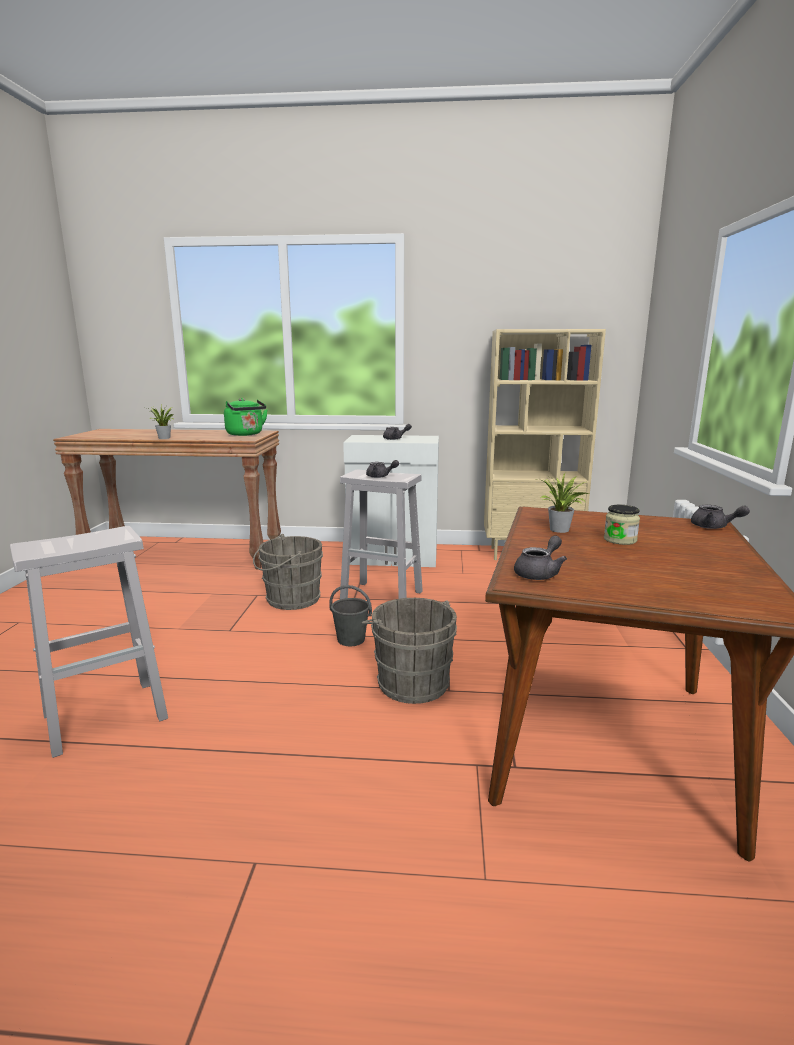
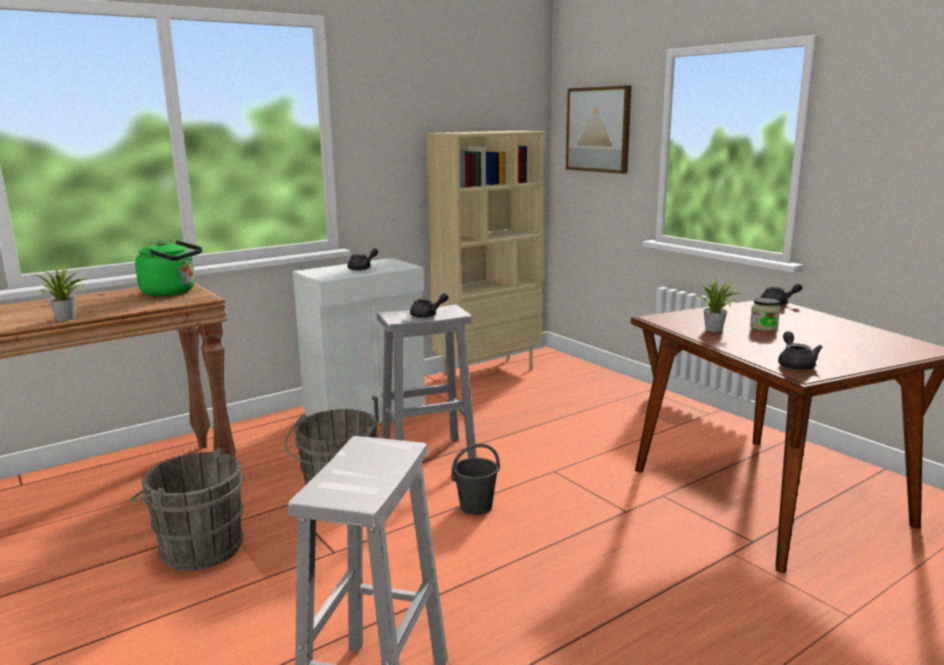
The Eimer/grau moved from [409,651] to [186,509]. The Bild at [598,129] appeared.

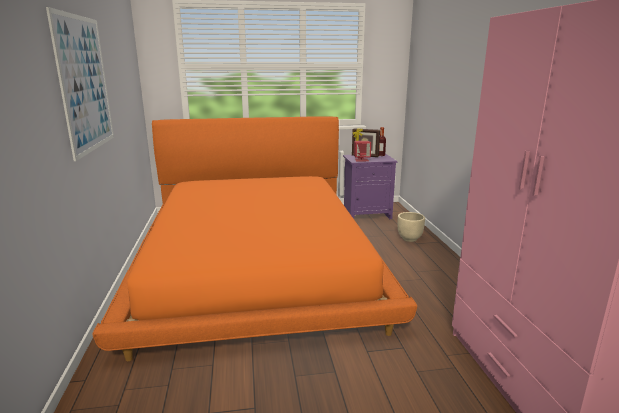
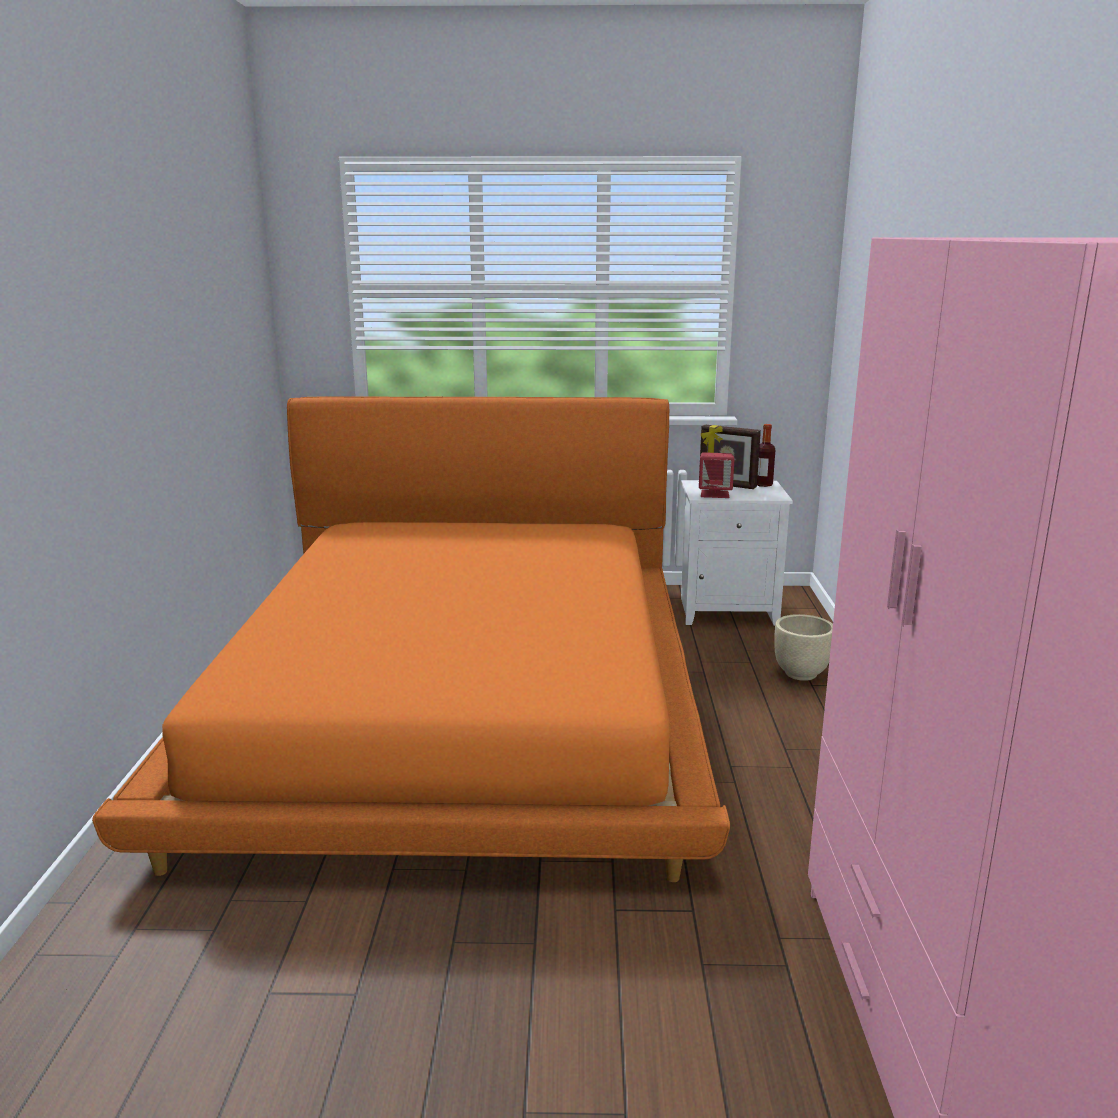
The Nachttisch/lila at [370,186] became the Nachttisch/weiß at [737,553]. The Bild at [80,84] disappeared.

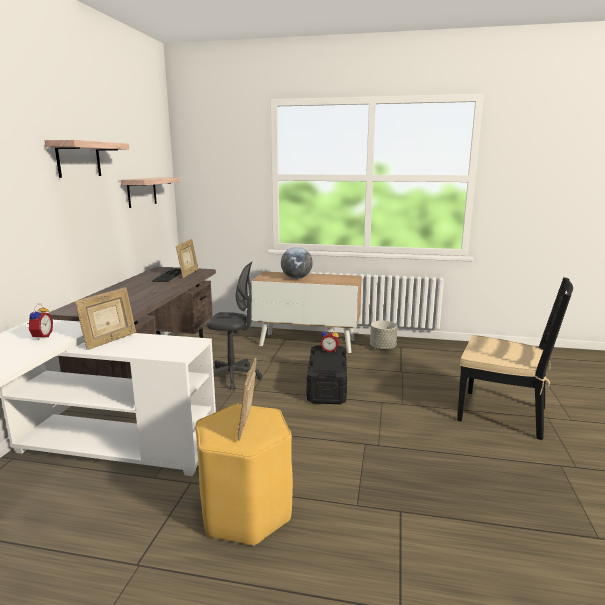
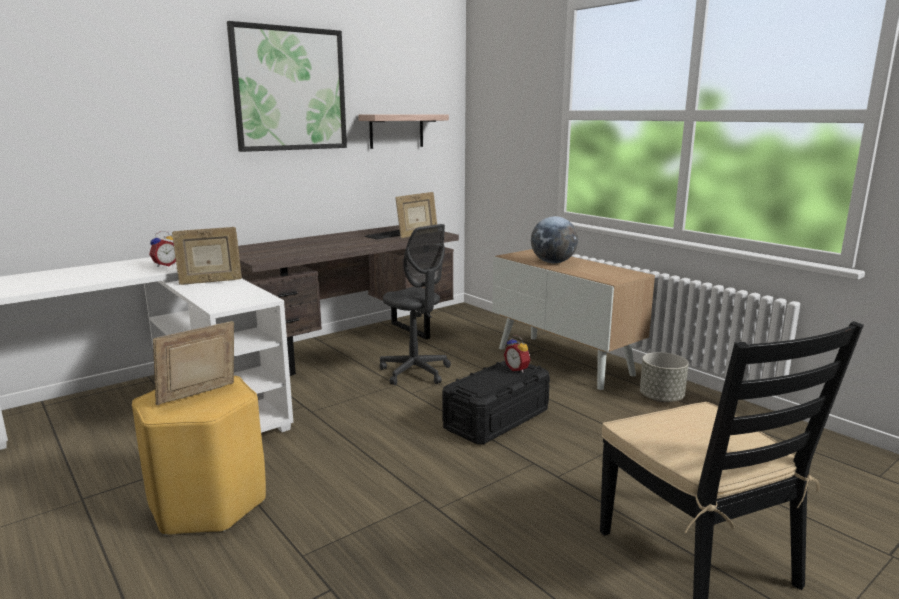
The Wandregal at [87,159] was replaced by the Bild at [287,86].

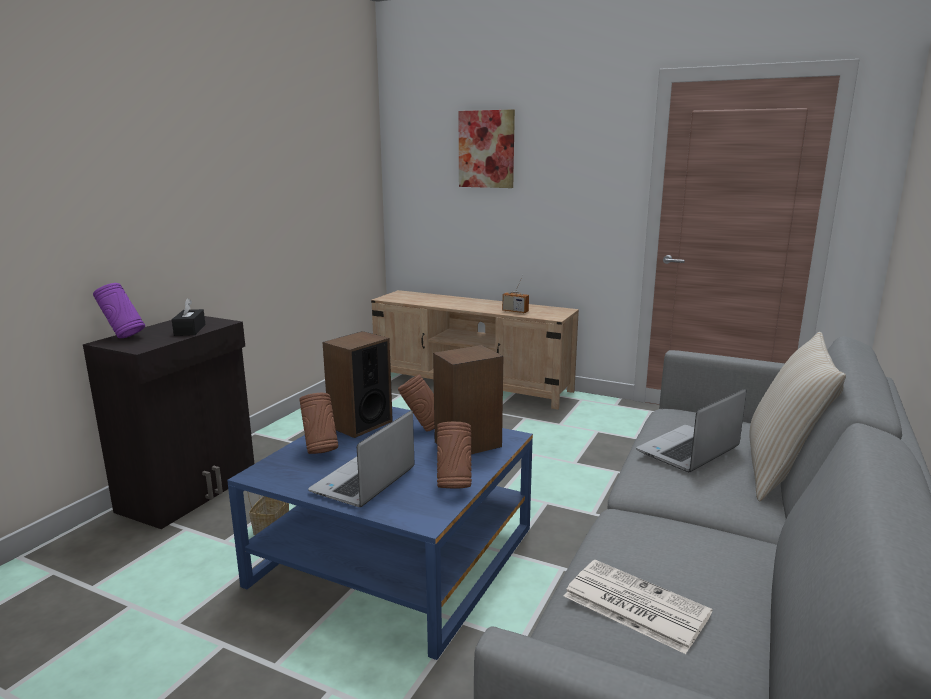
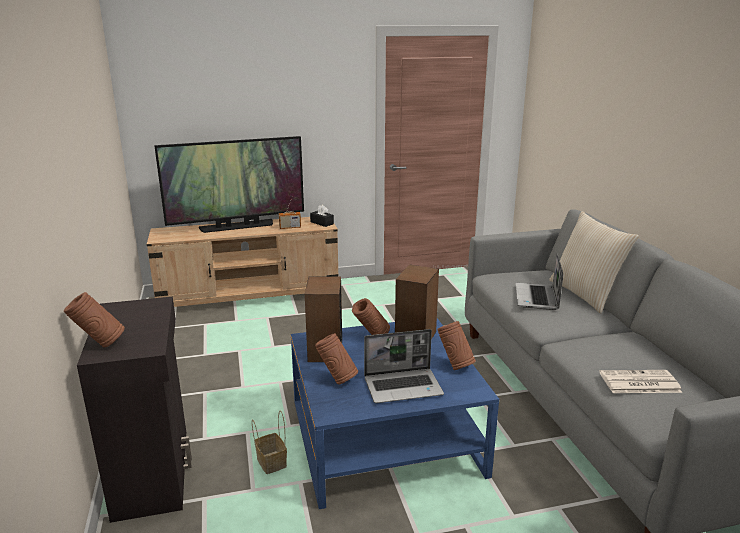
The Vase/lila at [119,310] became the Vase/braun at [94,319]. The Fernseher at [229,184] appeared. The Taschentuchbox/schwarz moved from [188,317] to [322,216]. The Laptop at [361,458] turned 90 degrees counterclockwise. The Bild at [487,149] disappeared.

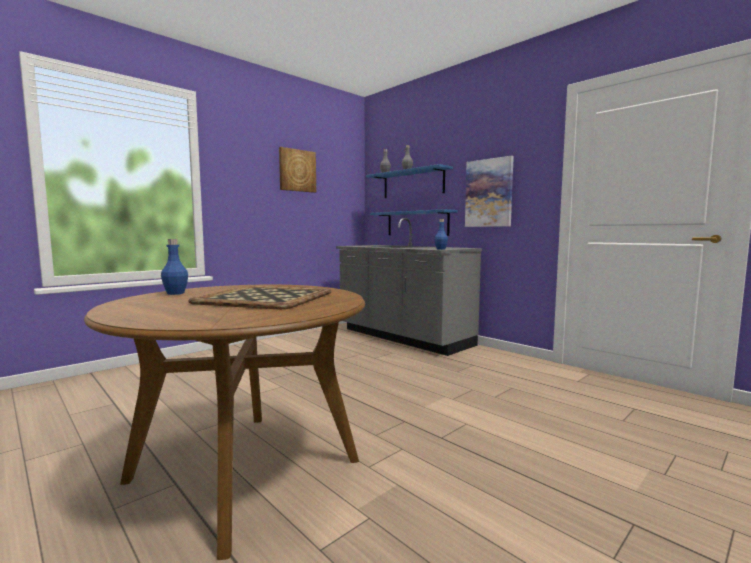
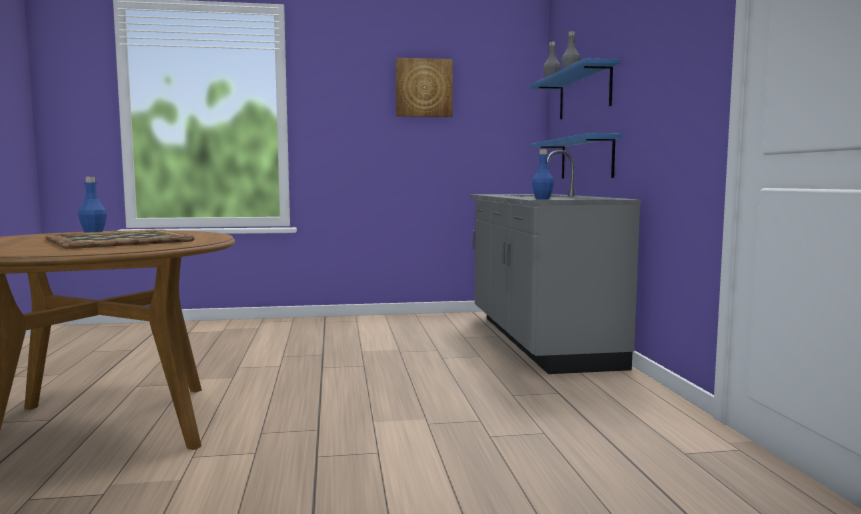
The Bild at [489,191] disappeared.

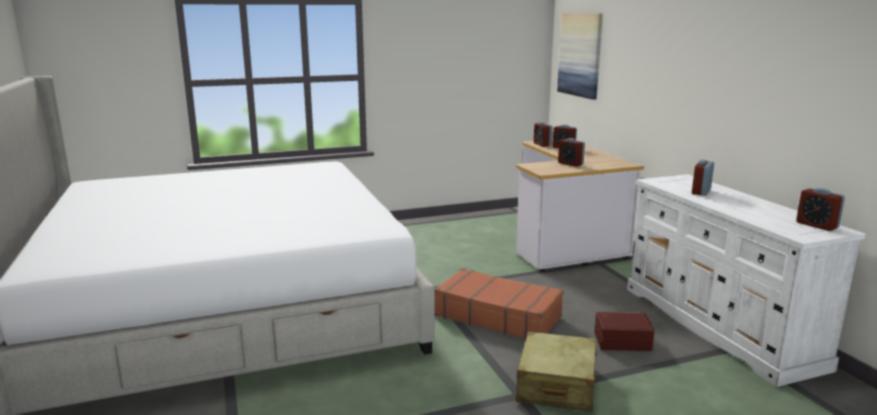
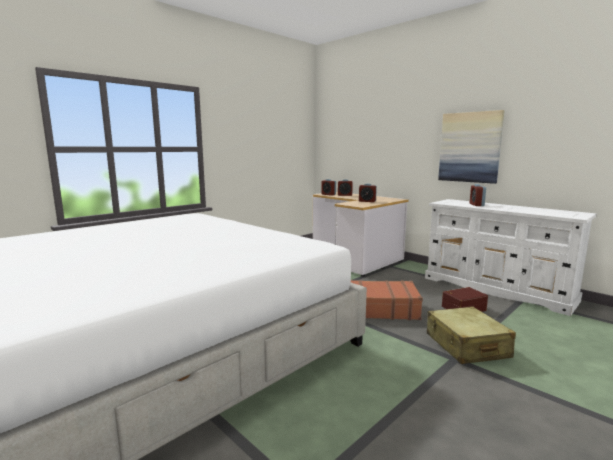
The Bild moved from [580,56] to [471,147]. The Wecker at [820,209] disappeared.

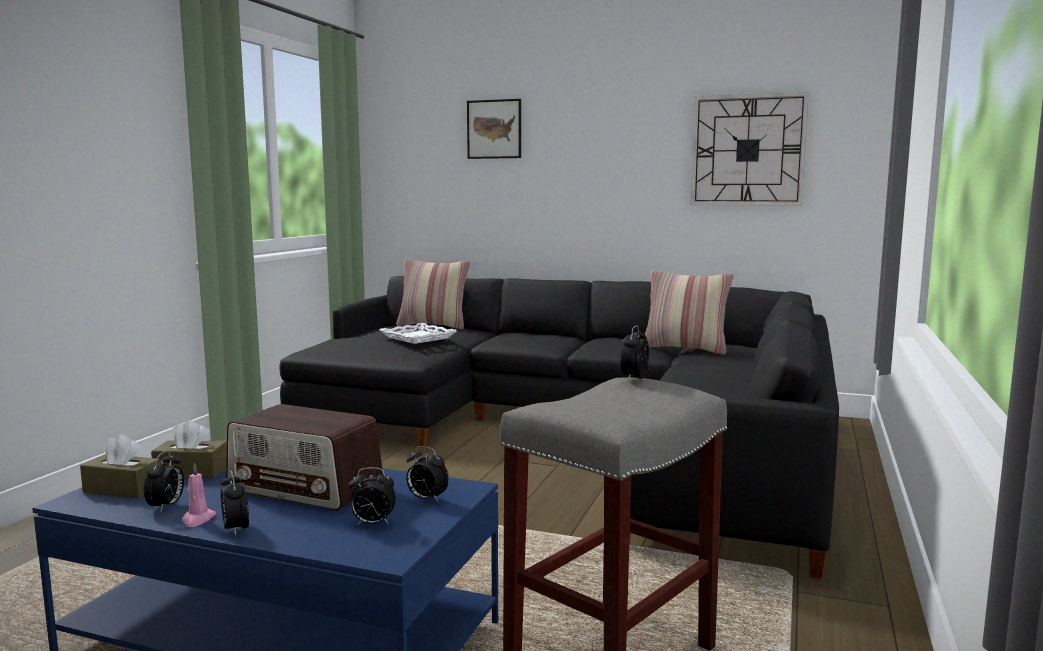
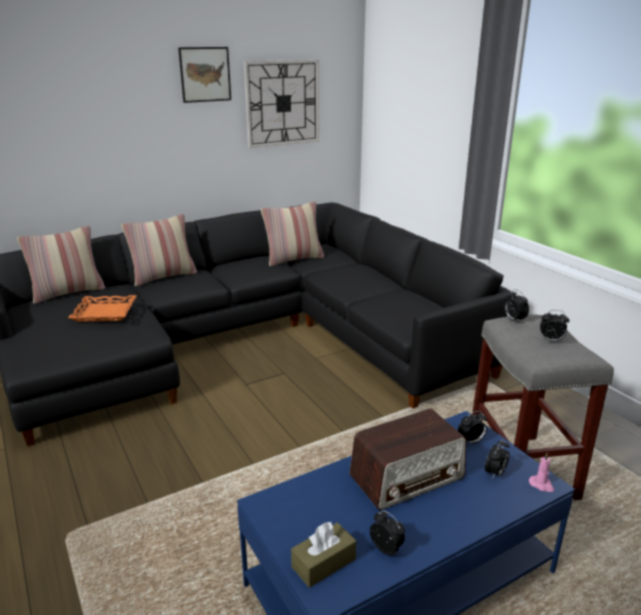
The Tablett/weiß at [418,333] became the Tablett/orange at [102,308]. The Kissen at [159,250] appeared. The Bild moved from [494,129] to [204,75]. The Kerze/rosa moved from [199,495] to [541,472]. The Wecker moved from [235,503] to [554,325]. The Taschentuchbox/braun at [189,449] disappeared.

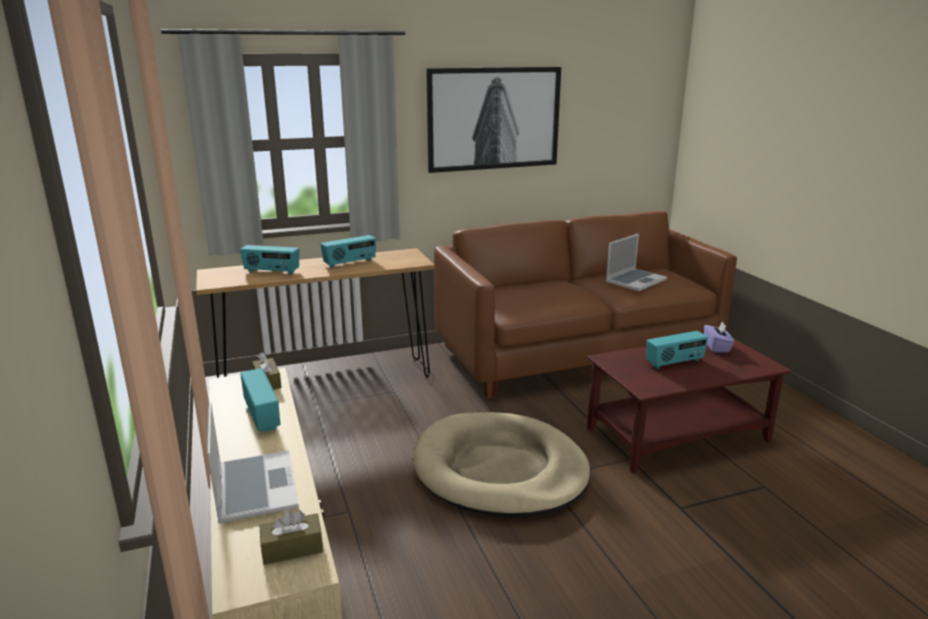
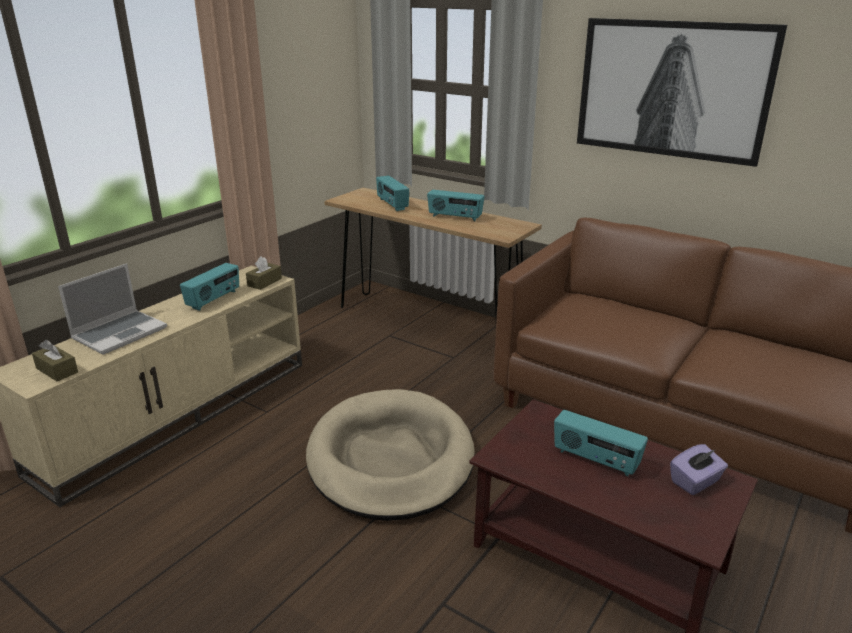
The Laptop at [636,262] disappeared.

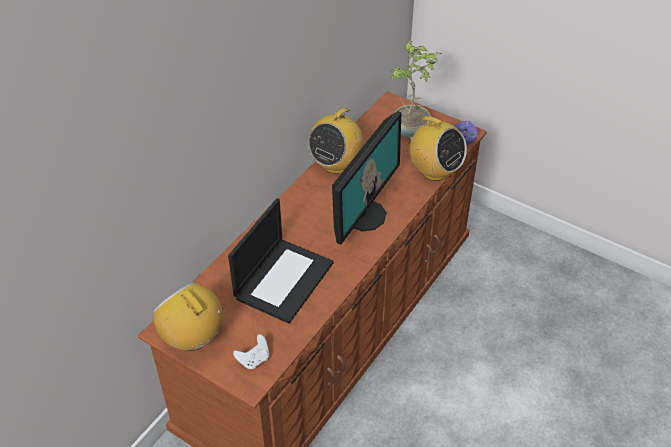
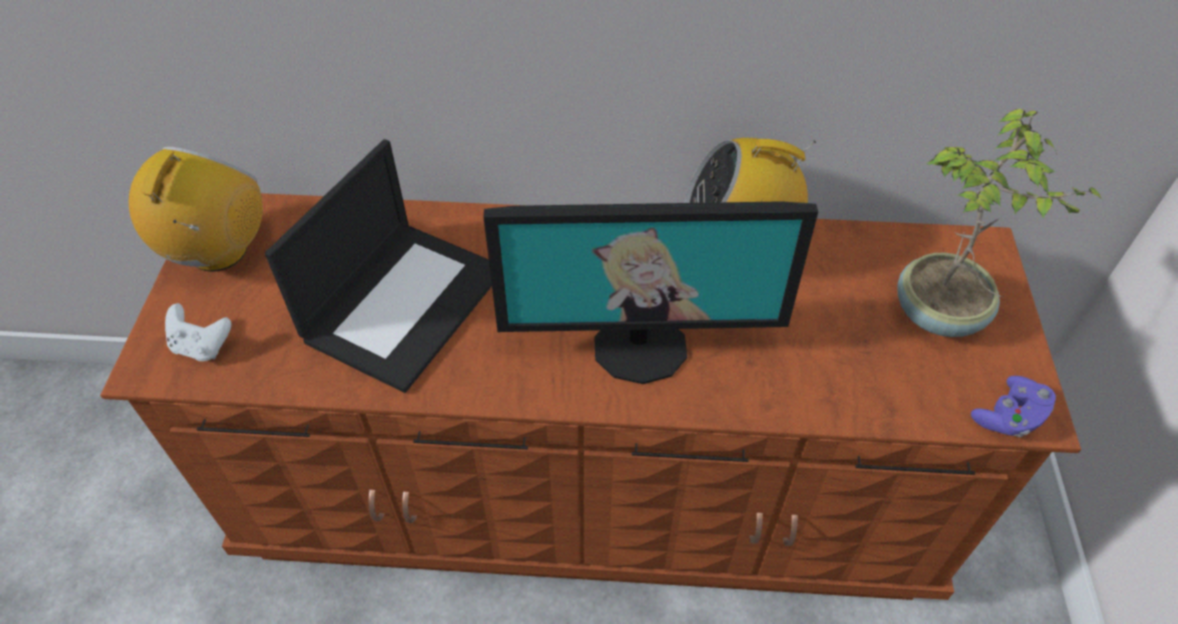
The Laptop at [281,261] turned 60 degrees counterclockwise. The Radio at [436,148] disappeared.

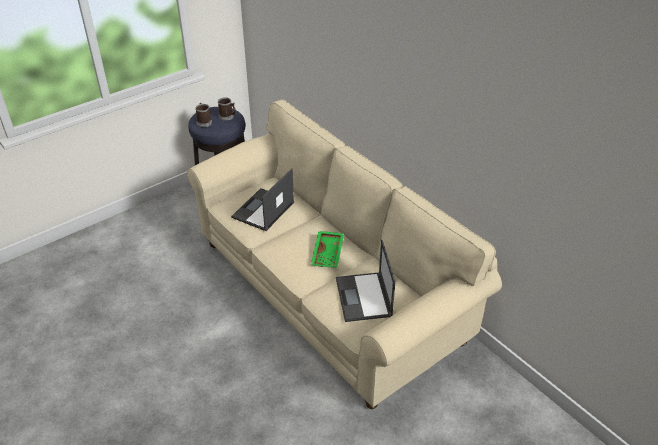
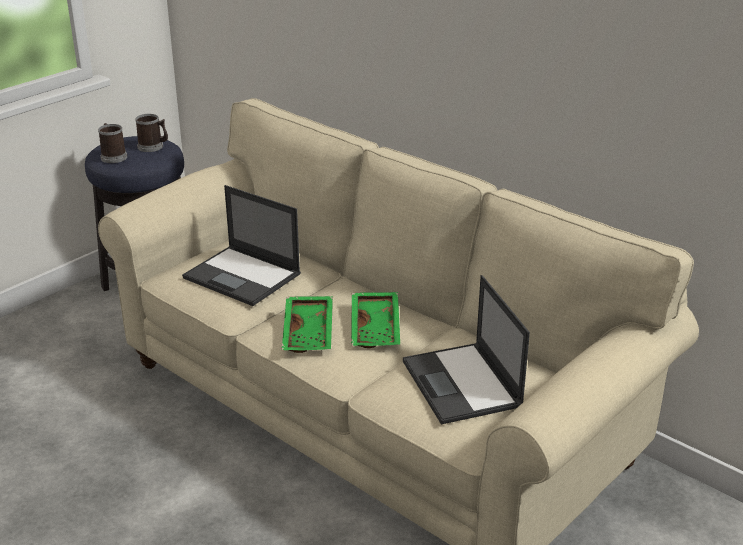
The Laptop at [262,199] turned 75 degrees counterclockwise. The Tablett/grün at [307,324] appeared.

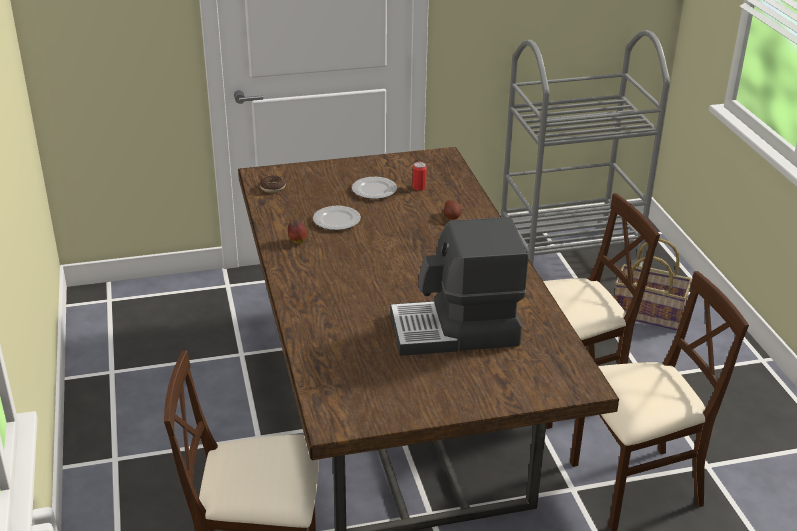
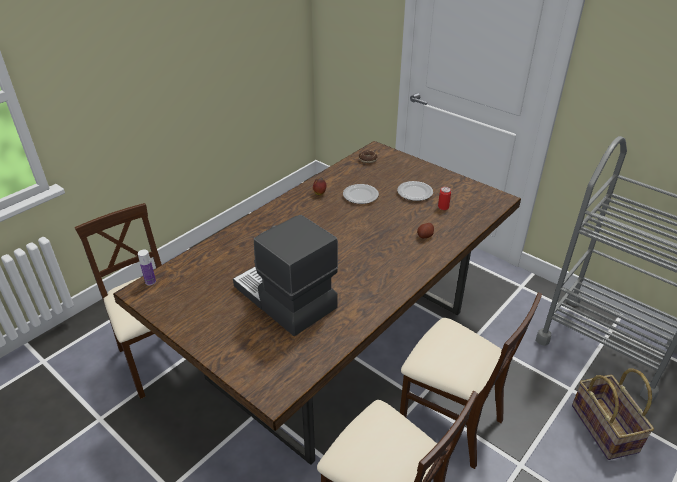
The Flasche at [147,267] appeared.

